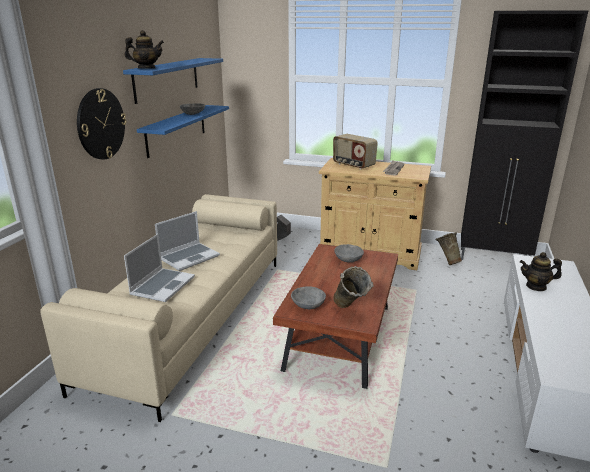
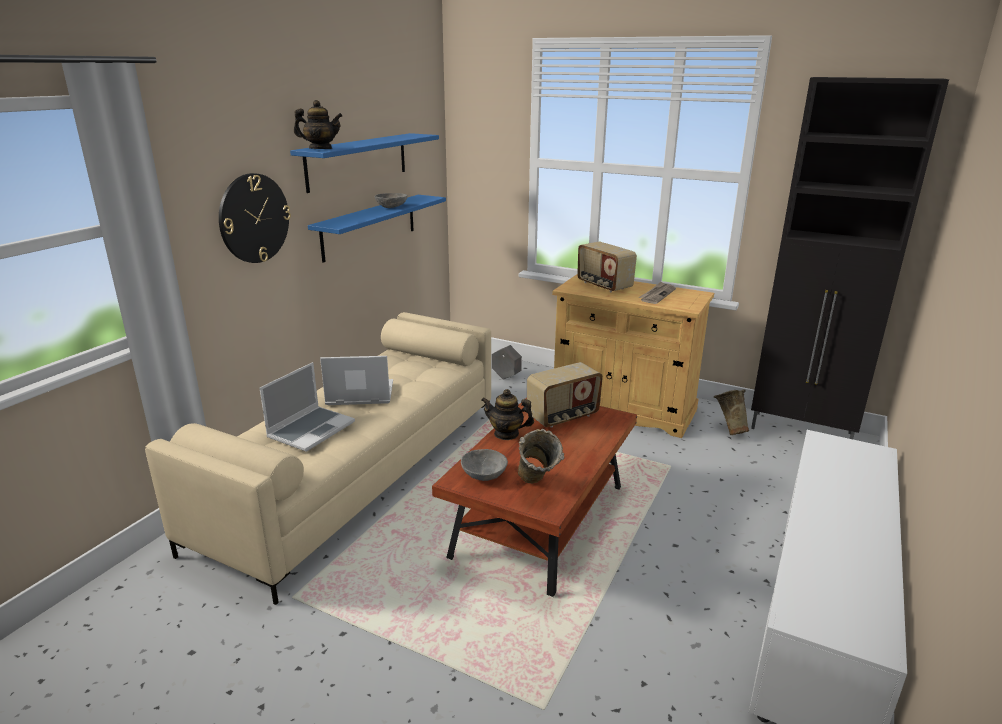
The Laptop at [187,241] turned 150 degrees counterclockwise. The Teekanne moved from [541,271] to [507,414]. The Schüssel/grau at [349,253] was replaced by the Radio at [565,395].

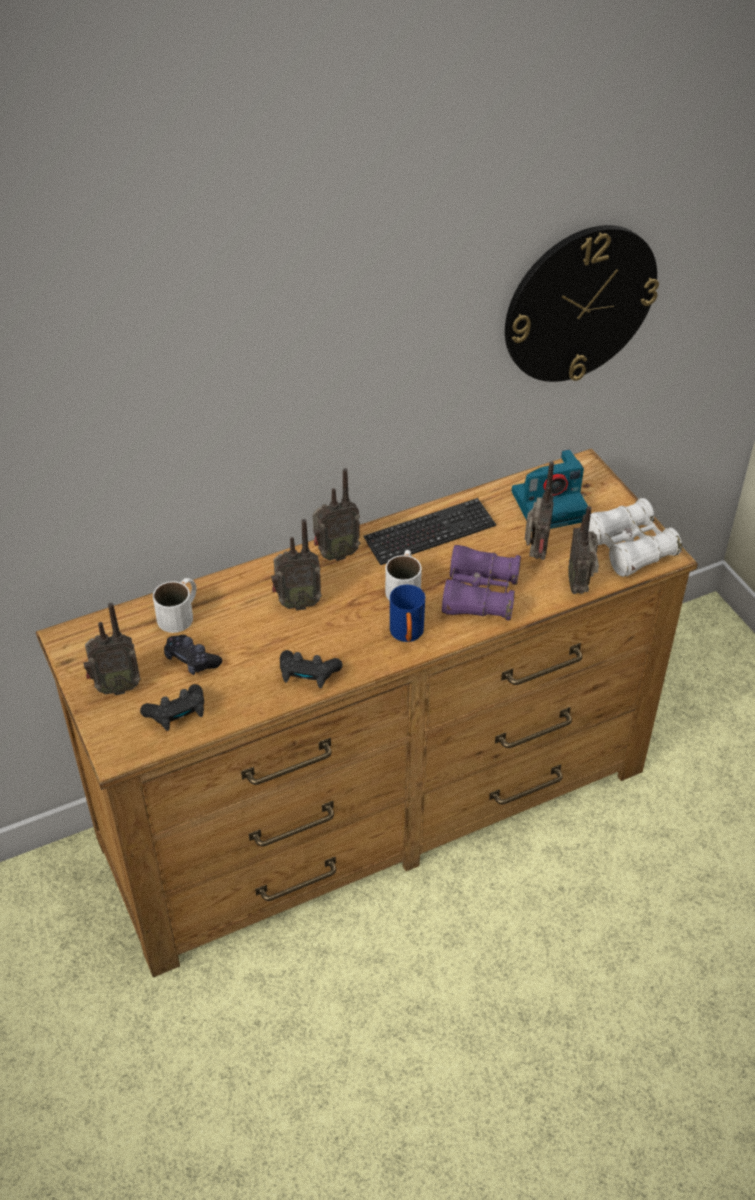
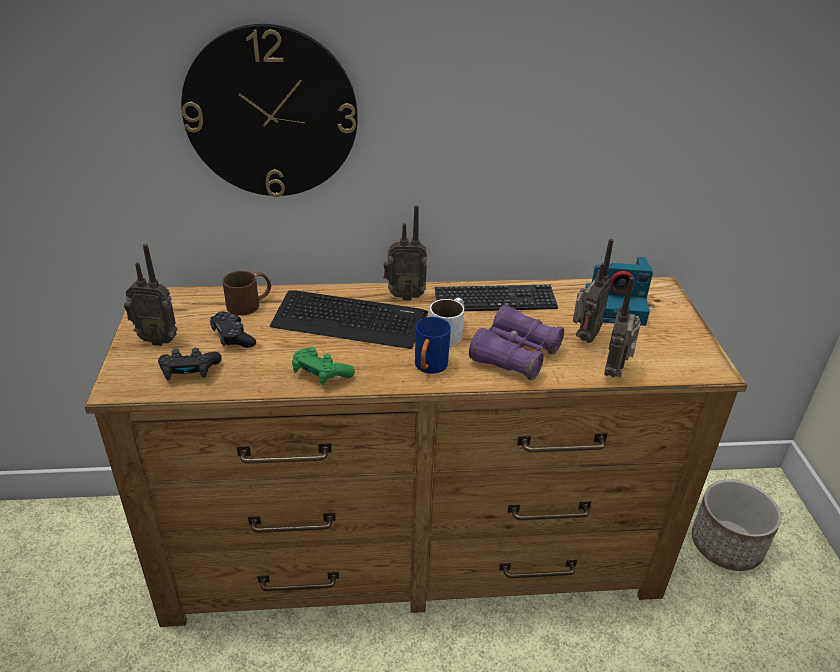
The Wanduhr moved from [582,303] to [269,110]. The Henkelbecher/weiß at [175,605] became the Henkelbecher/braun at [246,293]. The Radio at [296,564] was replaced by the Tastatur at [349,319]. The Gamepad/schwarz at [311,669] became the Gamepad/grün at [323,366]. The Pflanzkübel at [736,525] appeared. The Fernglas/weiß at [635,537] disappeared.

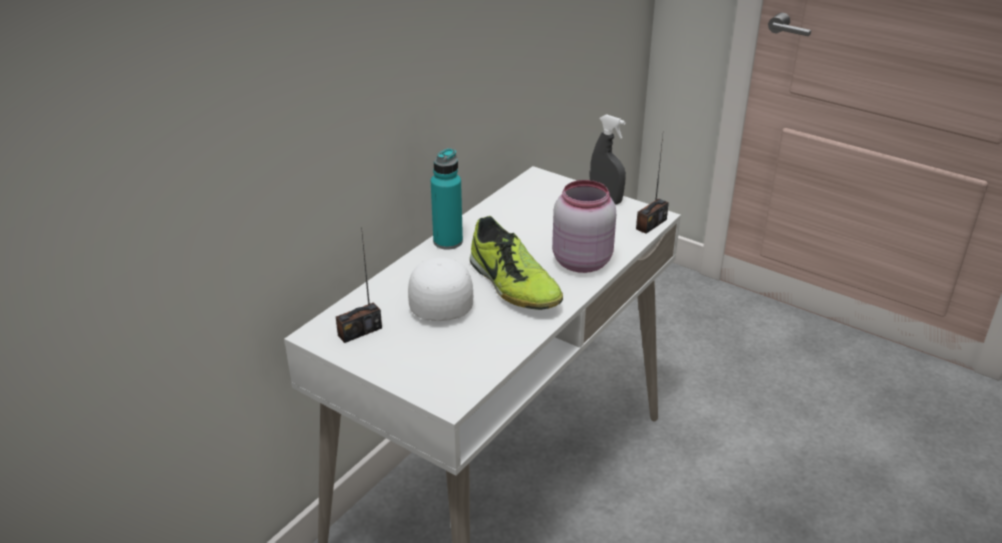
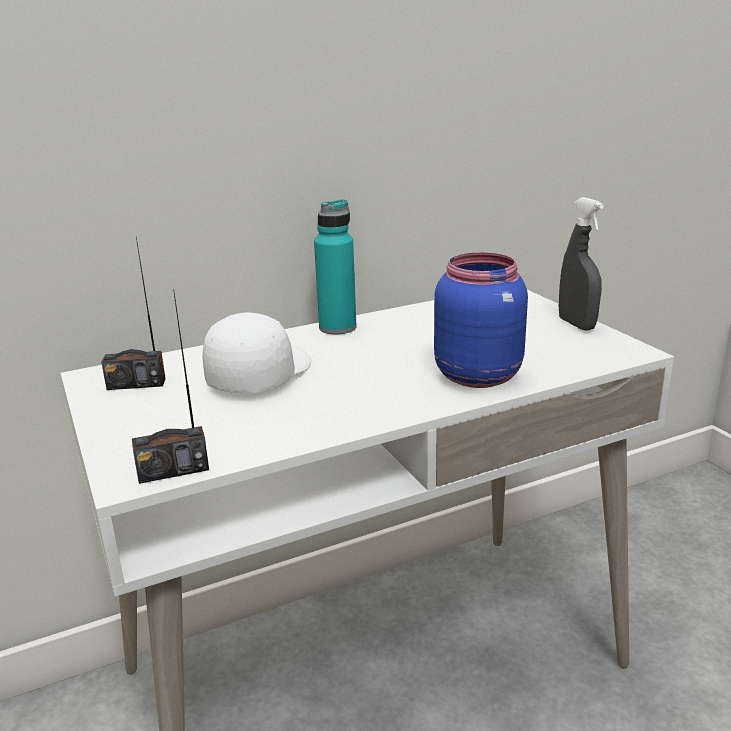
The Radio moved from [652,185] to [170,386]. The Vorratsglas/rosa at [584,226] became the Vorratsglas/blau at [481,320]. The Schuh at [516,263] disappeared.

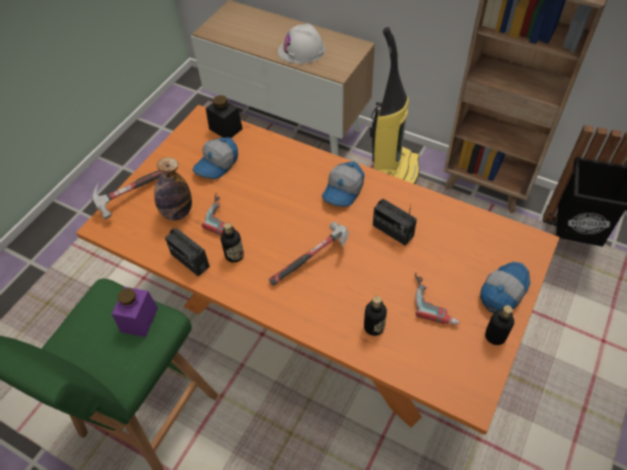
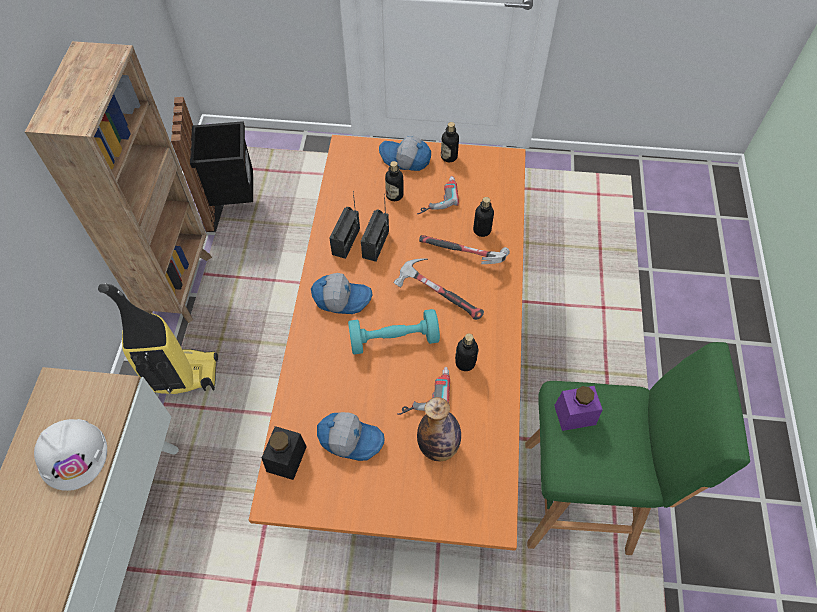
The Radio moved from [187,252] to [344,225]. The Hantel/türkis at [394,332] appeared. The Flasche at [394,181] appeared. The Hammer moved from [127,194] to [464,249].

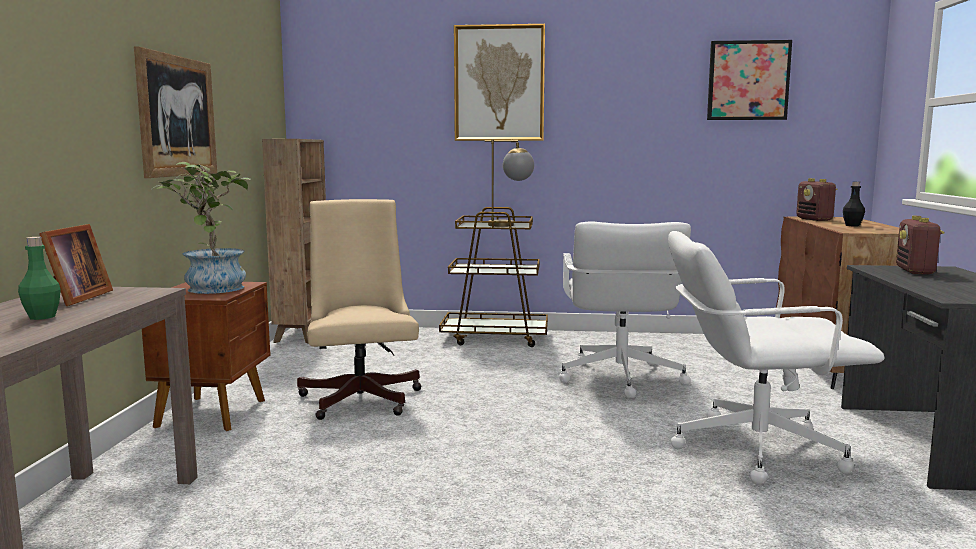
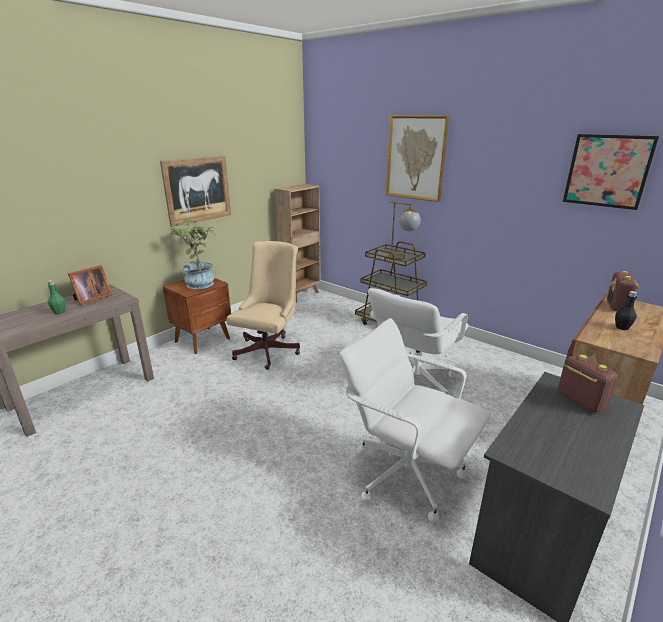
The Radio at [920,245] turned 105 degrees clockwise.

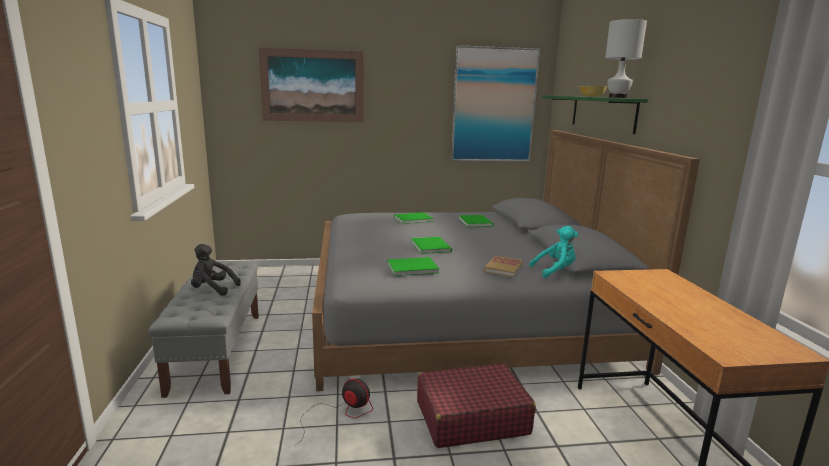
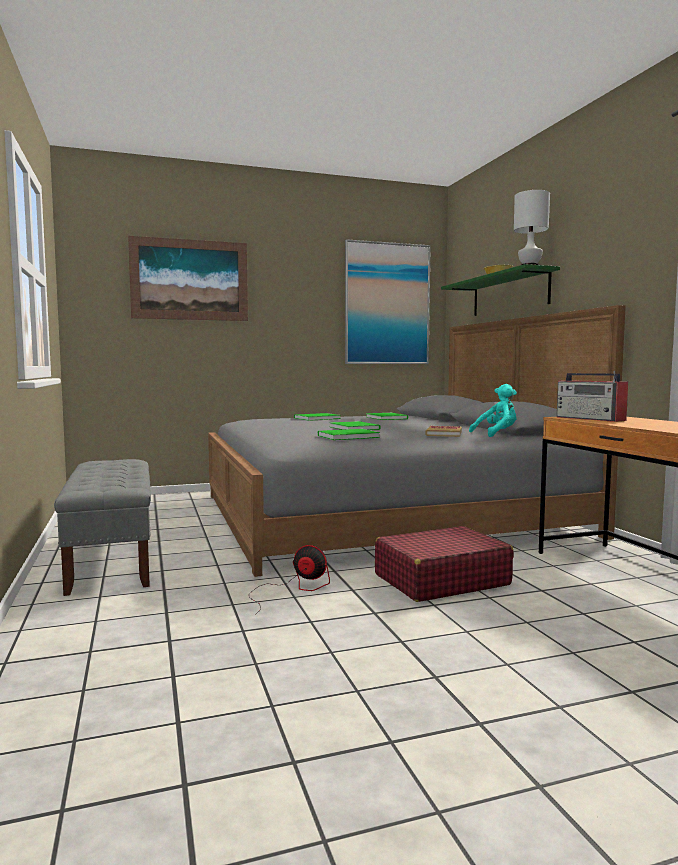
The Radio at [592,396] appeared. The Plüschtier/schwarz at [216,270] disappeared.

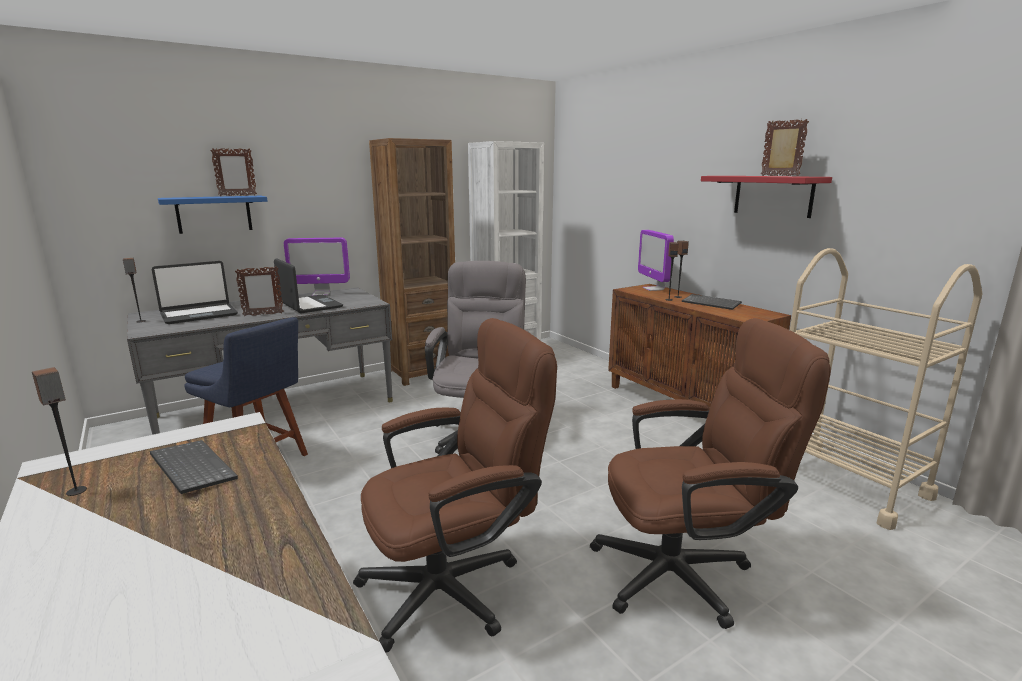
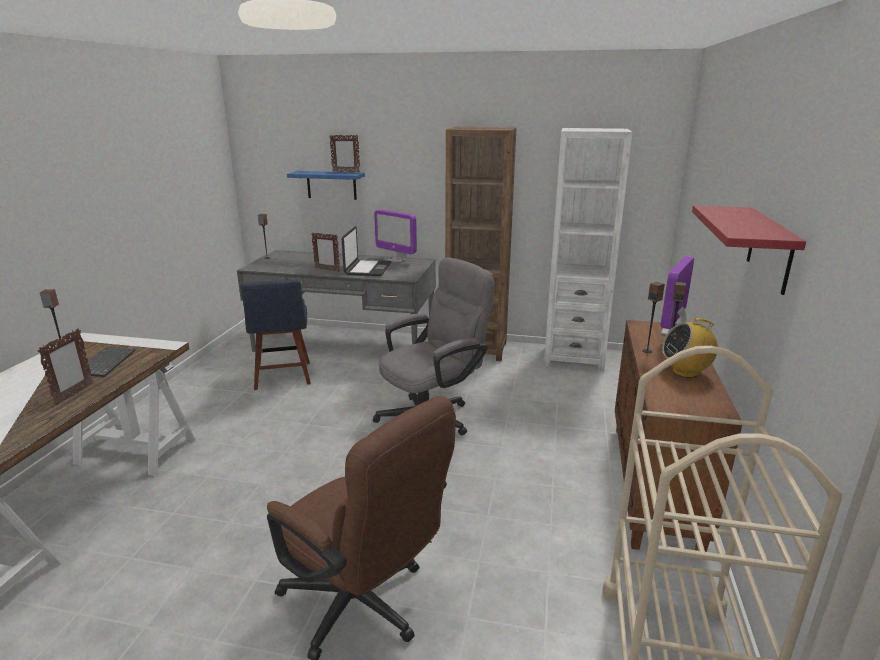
The Bilderrahmen moved from [785,147] to [65,366]. The Tastatur at [712,302] was replaced by the Radio at [690,348]. The Laptop at [195,292] disappeared. The Bürostuhl/braun at [455,485] disappeared.

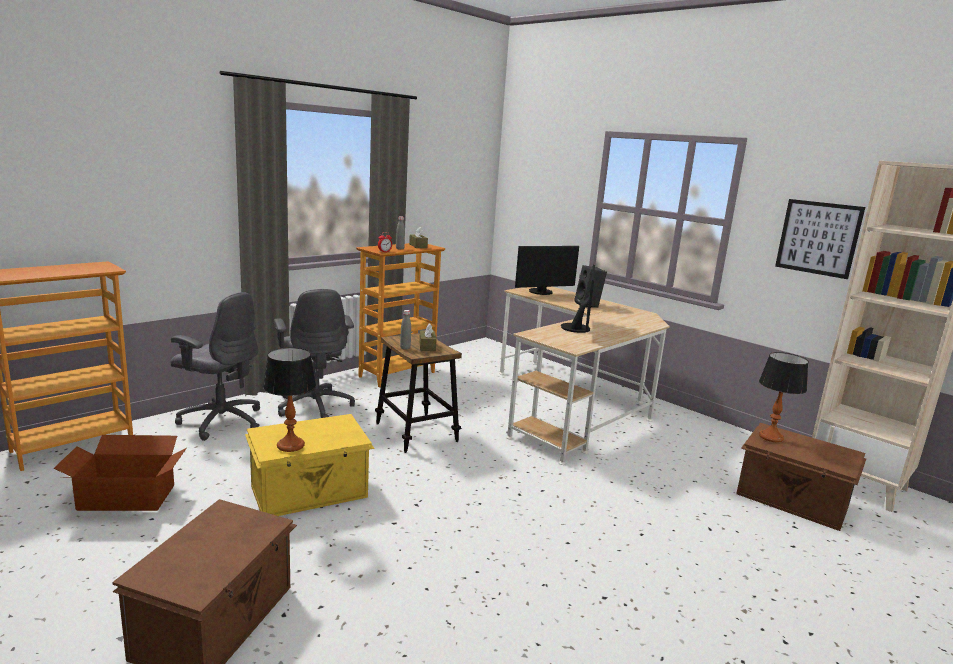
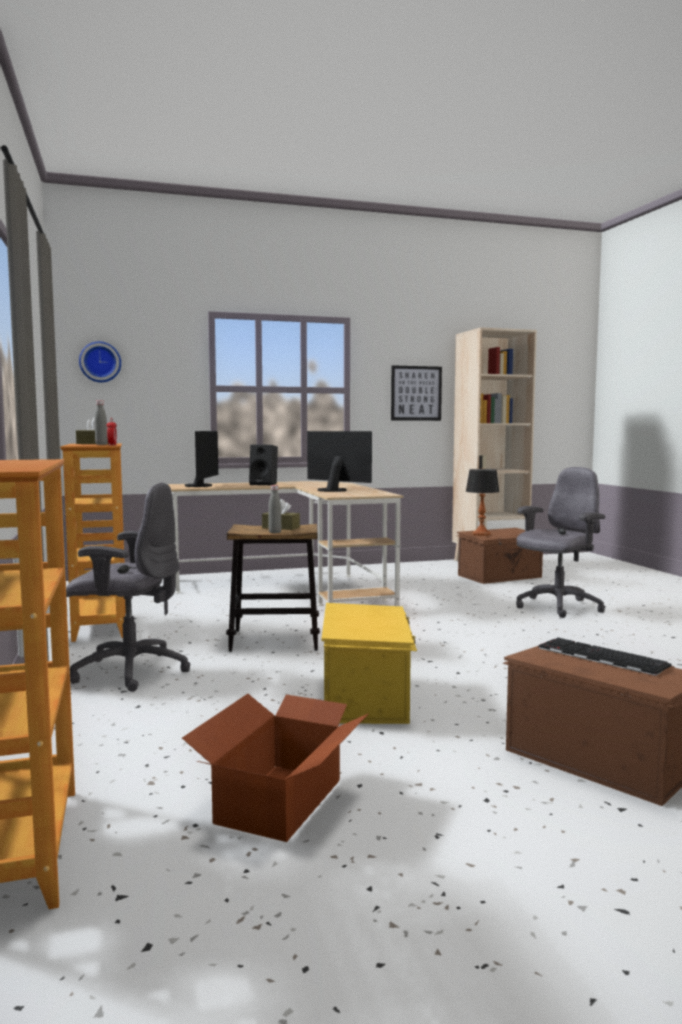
The Wanduhr at [100,362] appeared. The Bürostuhl/grau moved from [215,366] to [560,542]. The Tastatur at [605,657] appeared. The Tischlampe at [289,399] disappeared.

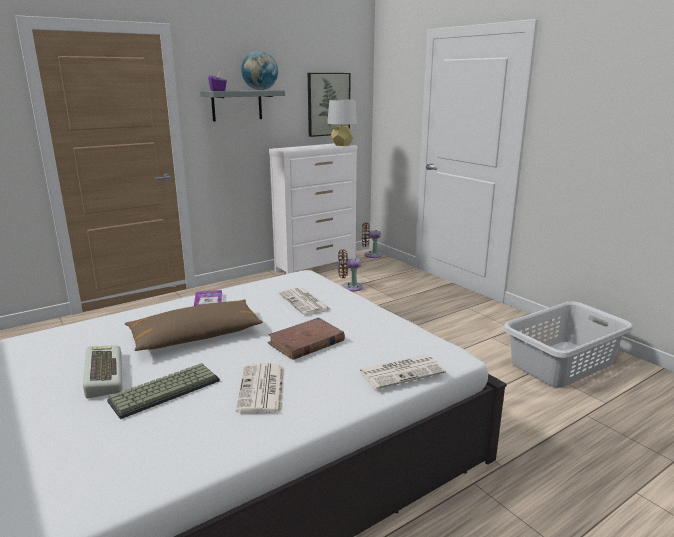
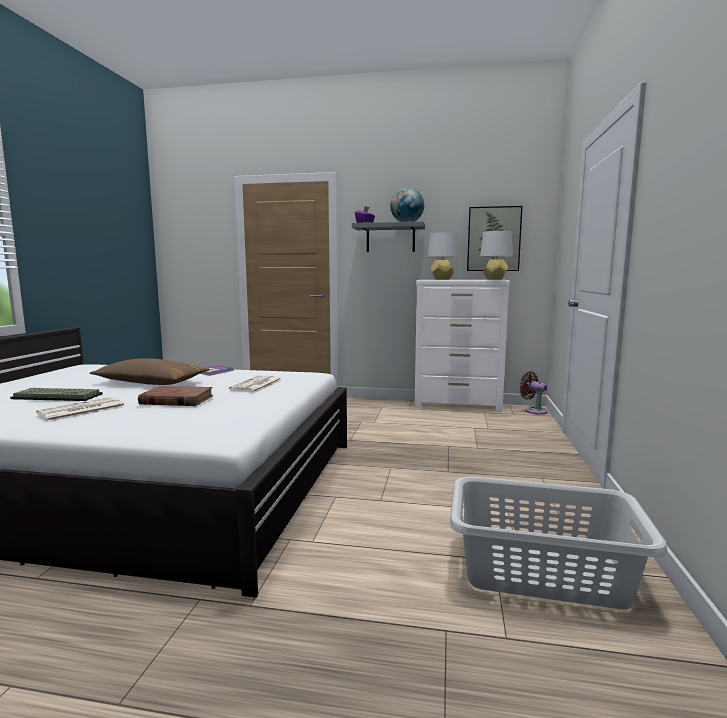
The Tischlampe/grau at [442,256] appeared. The Tastatur at [102,371] disappeared. The Ventilator/braun at [350,270] disappeared. The Zeitung at [402,372] disappeared.

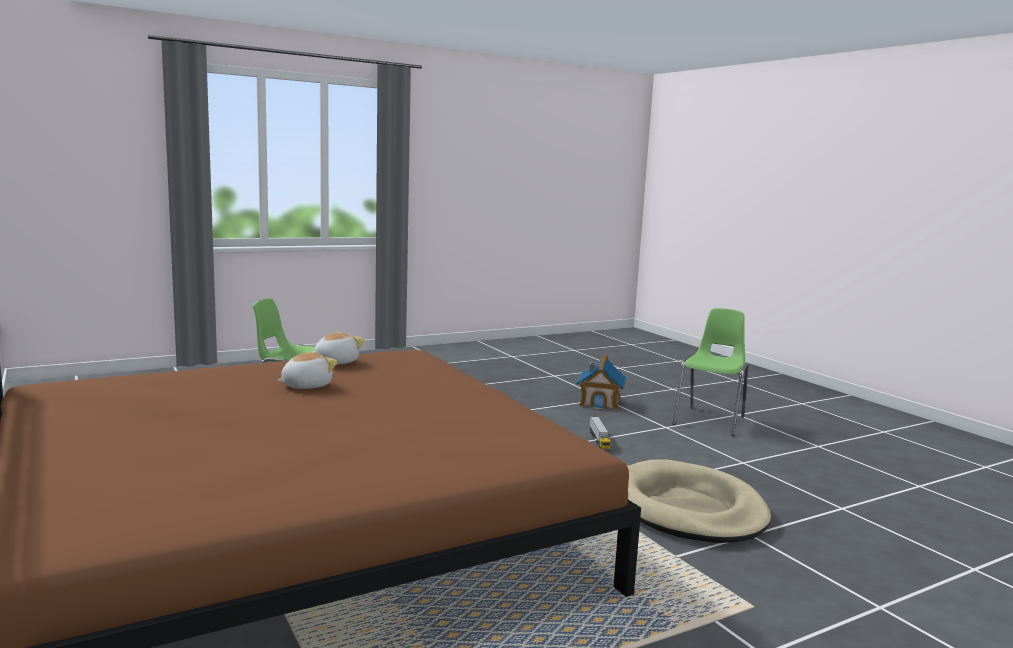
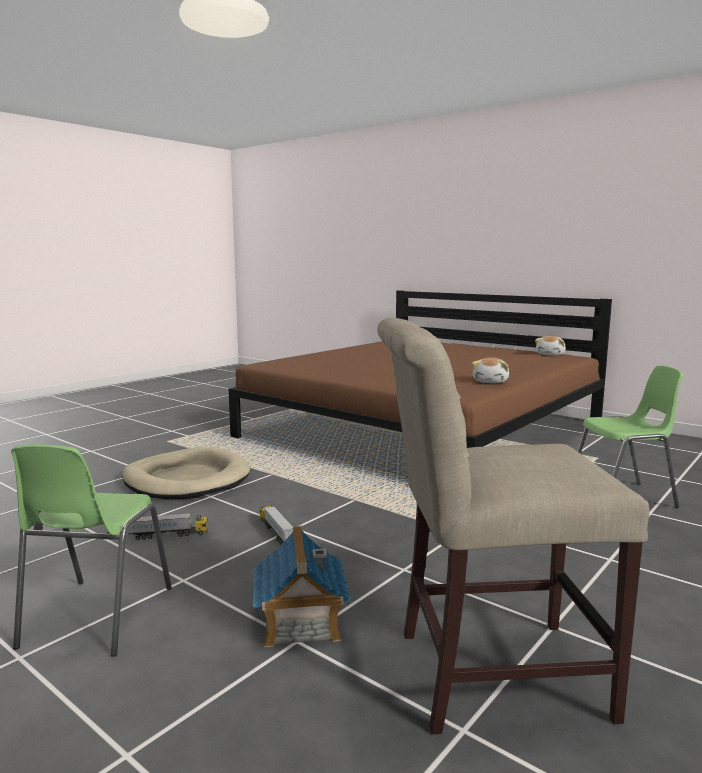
The Spielzeuglaster at [168,526] appeared. The Stuhl/beige at [513,526] appeared. The Plüschtier moved from [307,370] to [550,346].

